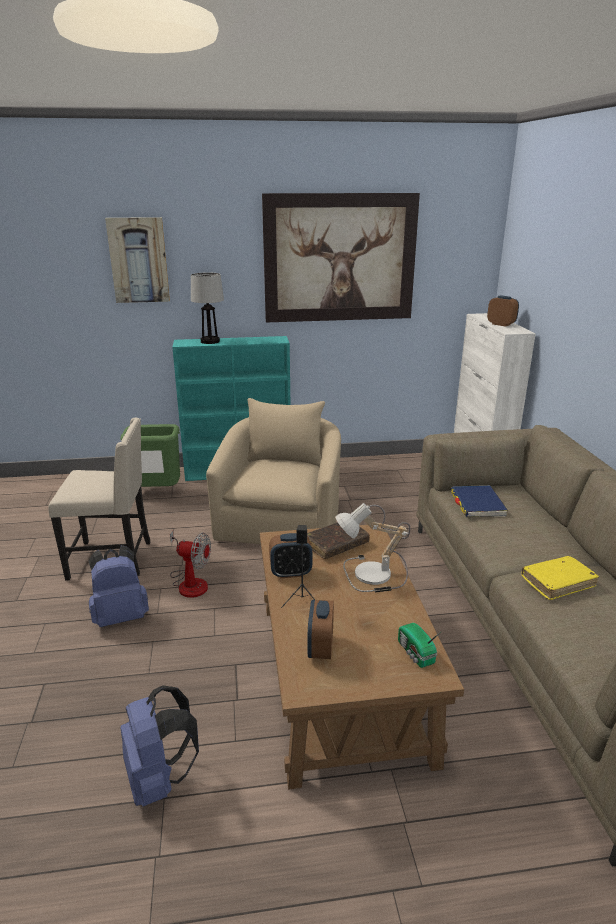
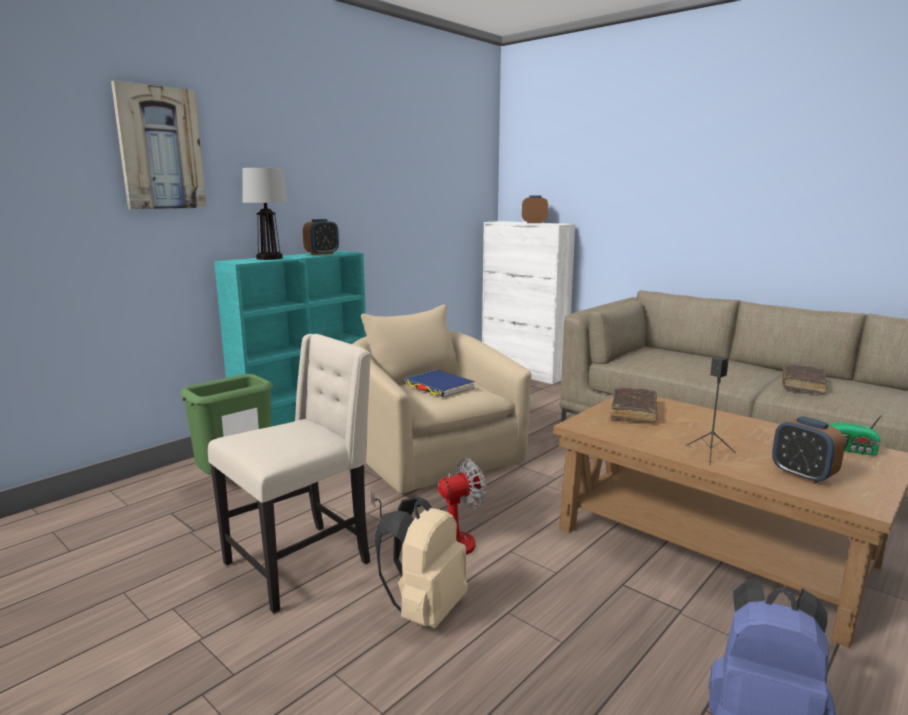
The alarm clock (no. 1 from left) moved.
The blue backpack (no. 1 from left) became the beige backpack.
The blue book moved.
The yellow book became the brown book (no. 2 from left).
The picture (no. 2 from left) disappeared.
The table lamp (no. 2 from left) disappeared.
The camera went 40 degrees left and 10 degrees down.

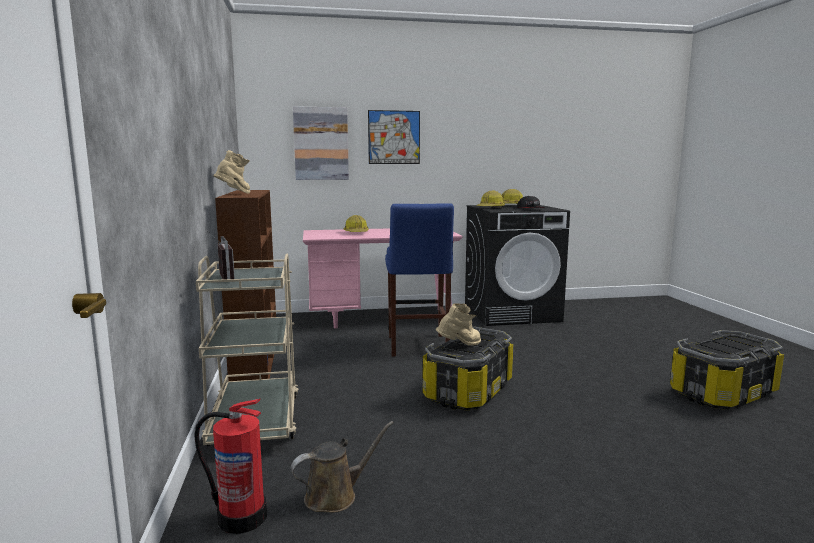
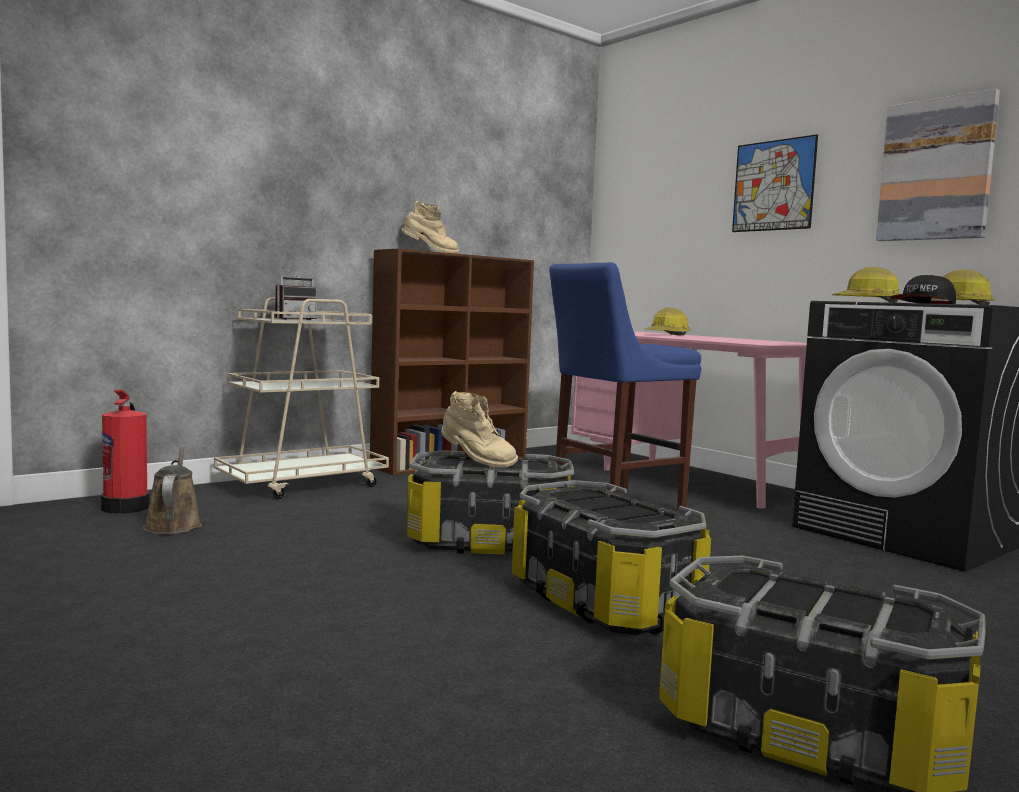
The brown watering can turned 135 degrees counterclockwise.
The storage box (no. 2 from left) appeared.
The picture (no. 1 from left in the first image) moved.
The camera went 60 degrees right and 5 degrees down.

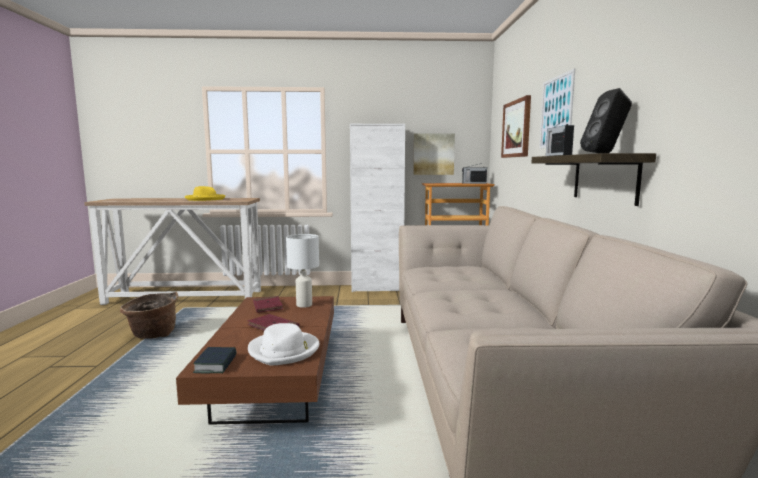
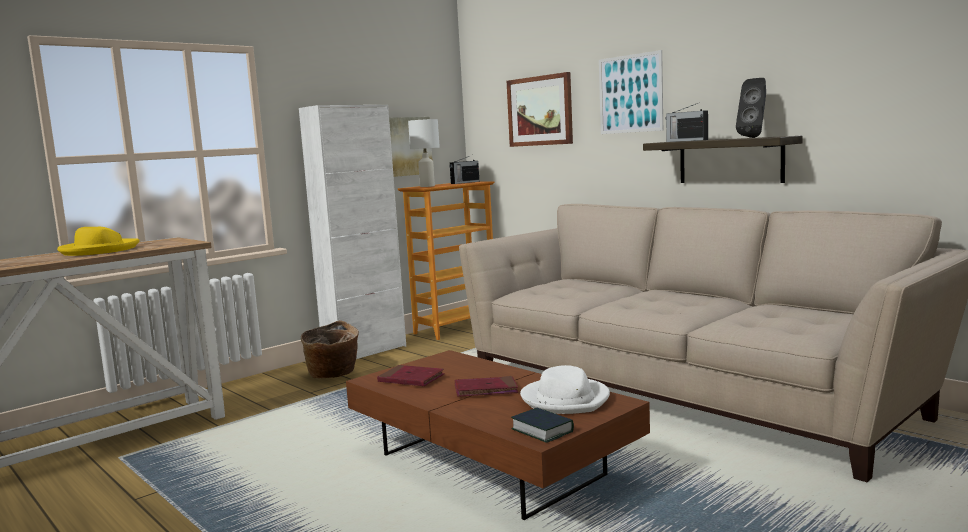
The basket moved.
The white table lamp moved.
The camera went 40 degrees left and 0 degrees up.

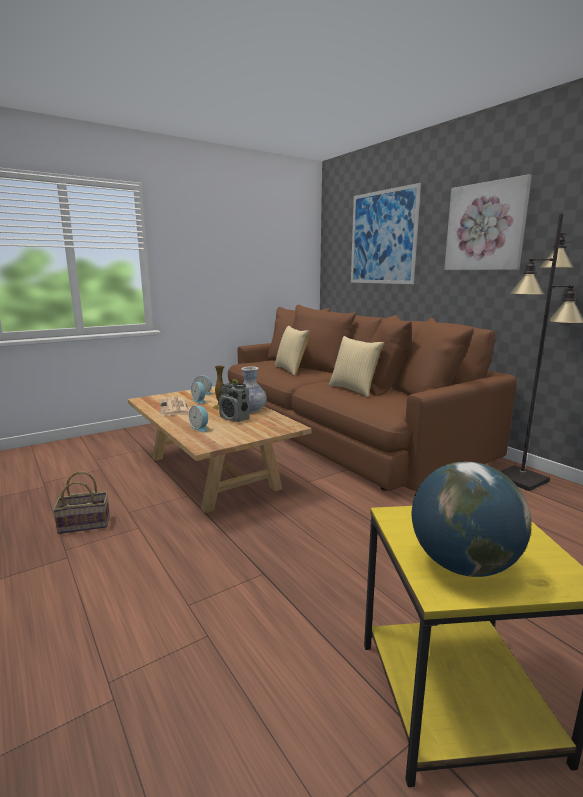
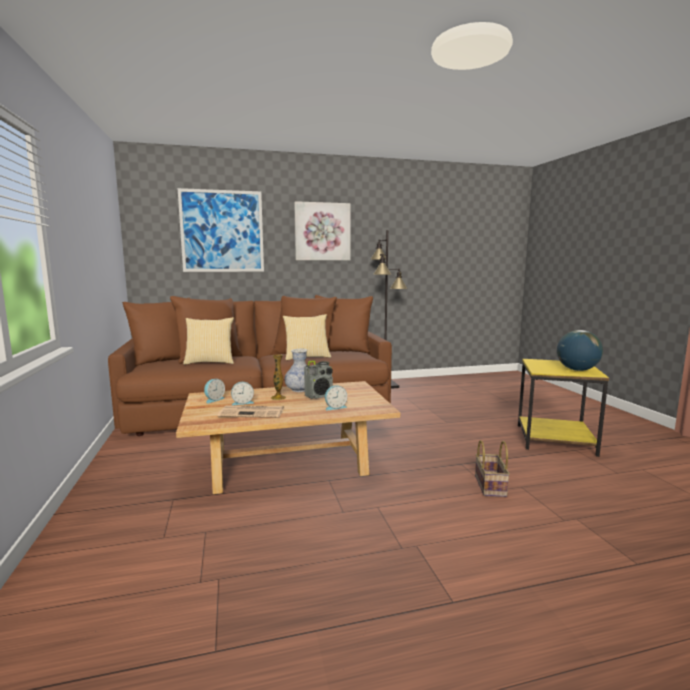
The basket moved.
The camera went 70 degrees left and 5 degrees down.

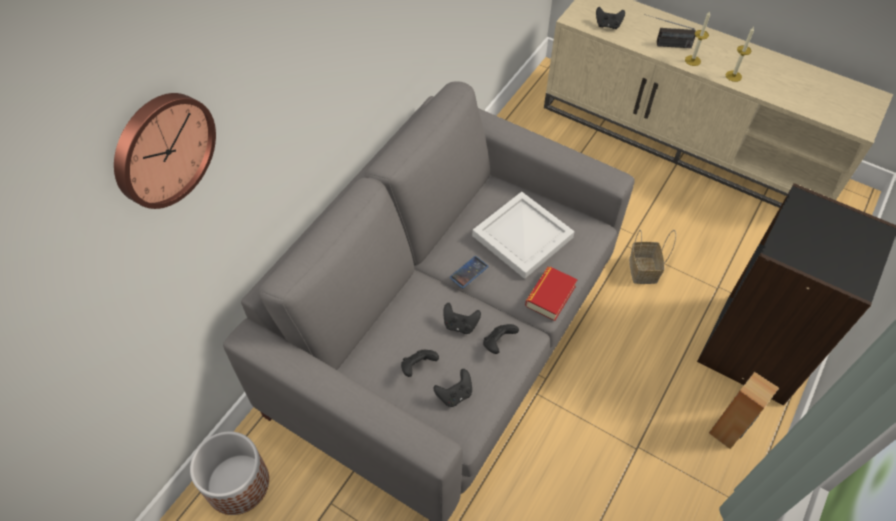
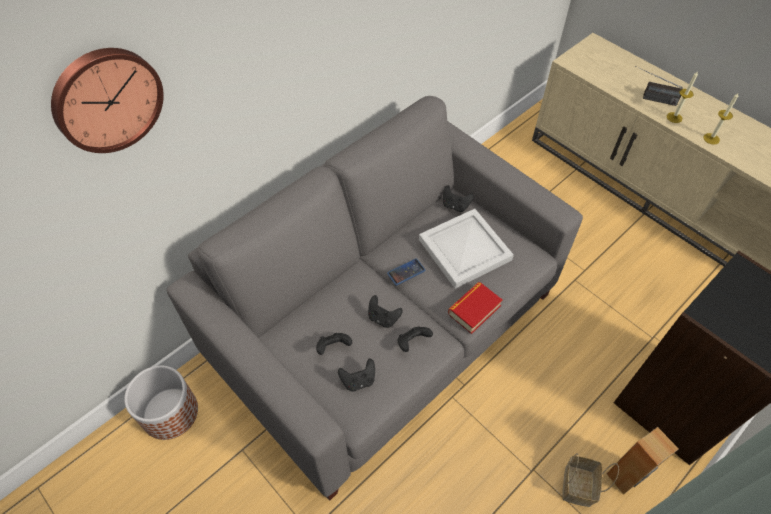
The black game controller (no. 5 from left) moved.
The basket moved.
The camera went 15 degrees right and 0 degrees up.

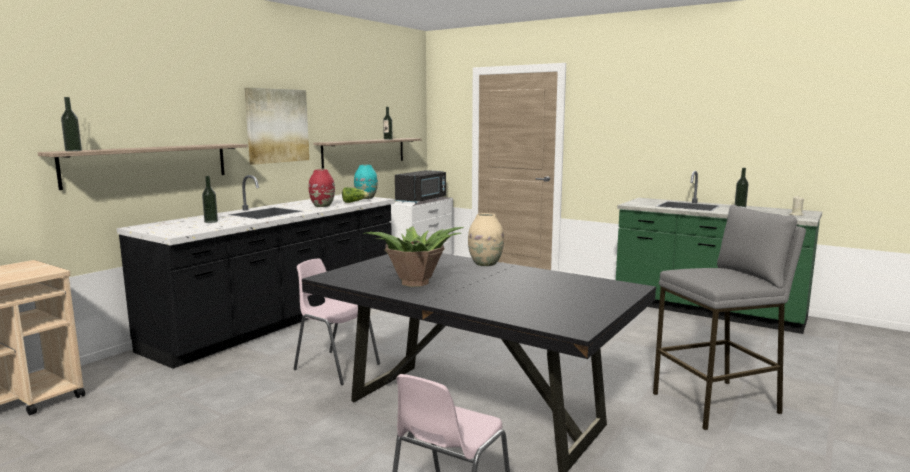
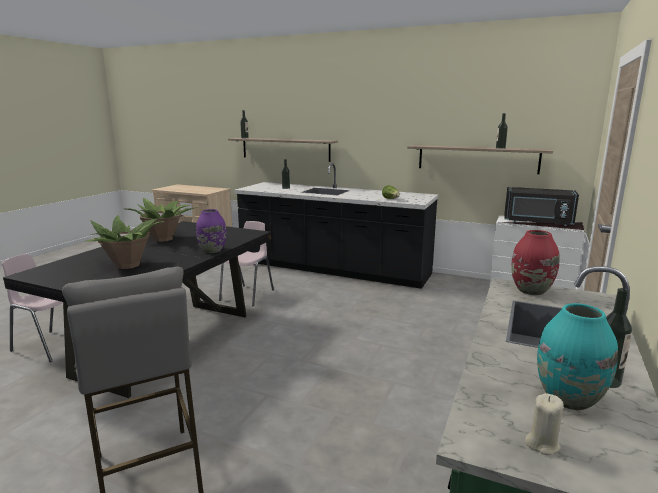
The potted plant (no. 1 from left) appeared.
The beige vase became the purple vase.
The red vase moved.
The turquoise vase moved.
The picture disappeared.
The camera went 80 degrees right and 5 degrees up.

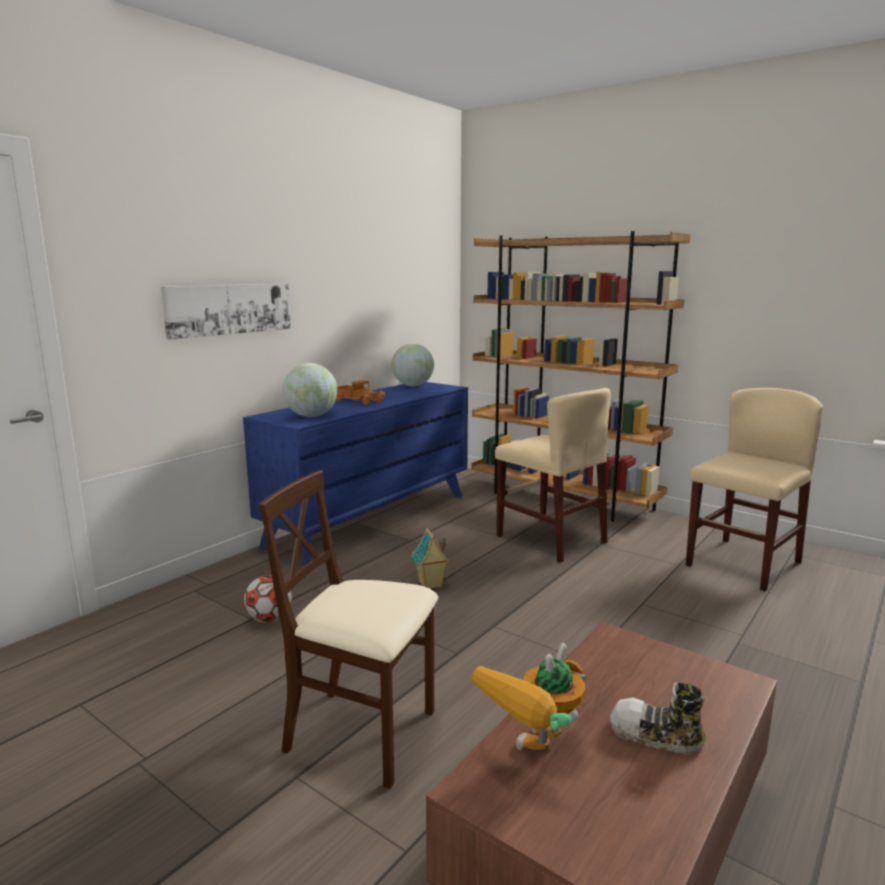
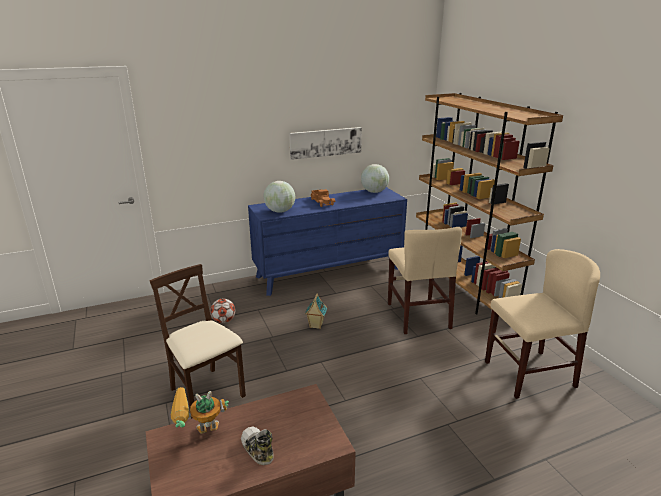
The picture moved.
The camera went 30 degrees right and 10 degrees up.

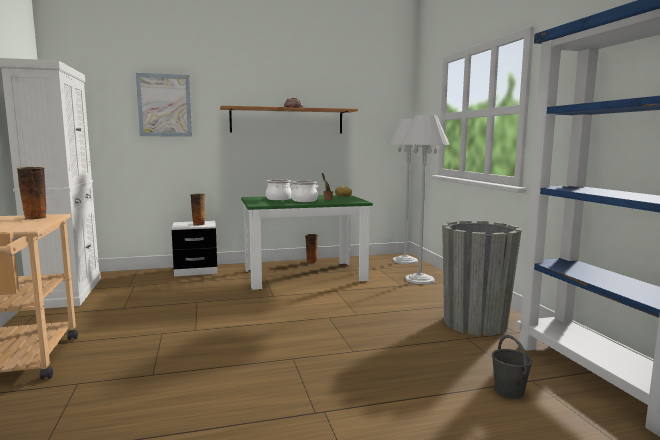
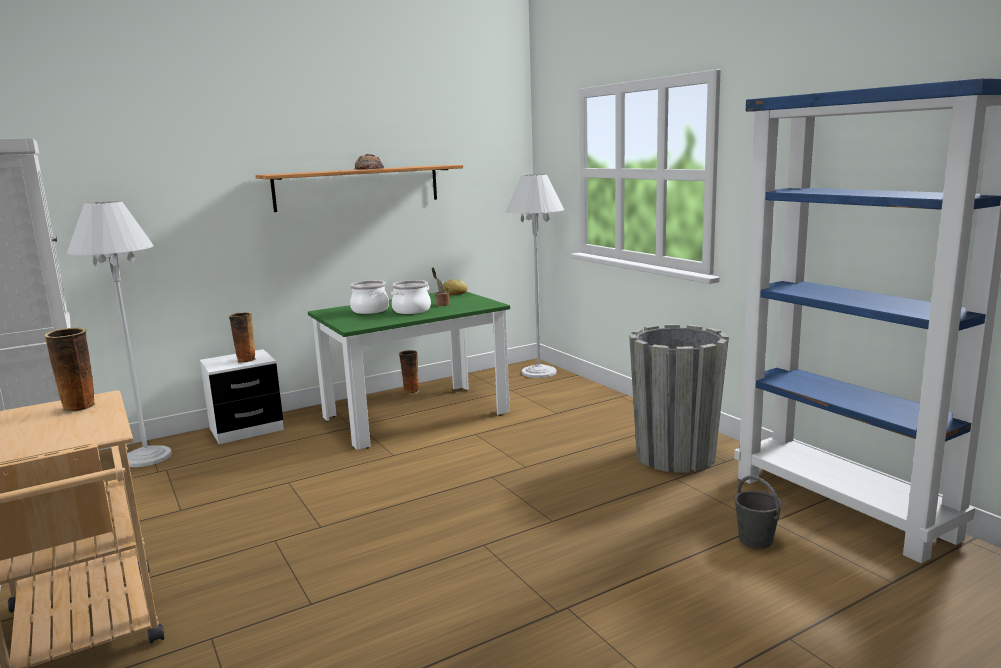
The white floor lamp (no. 2 from left in the first image) moved.
The picture disappeared.
The camera went 15 degrees left and 5 degrees up.

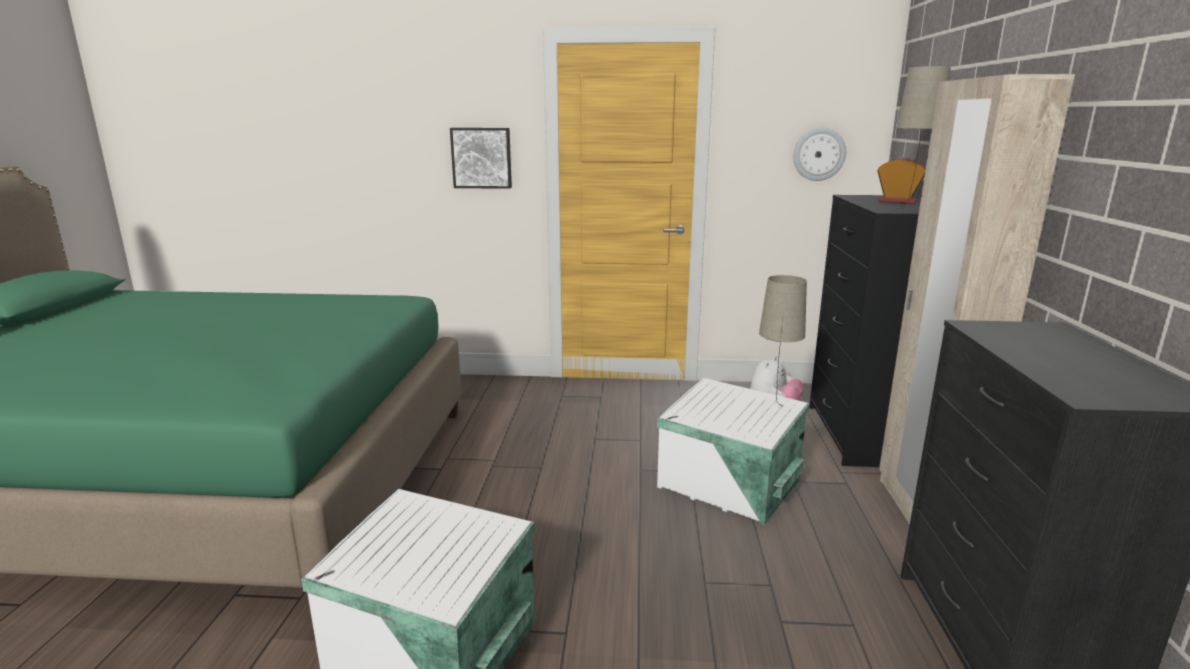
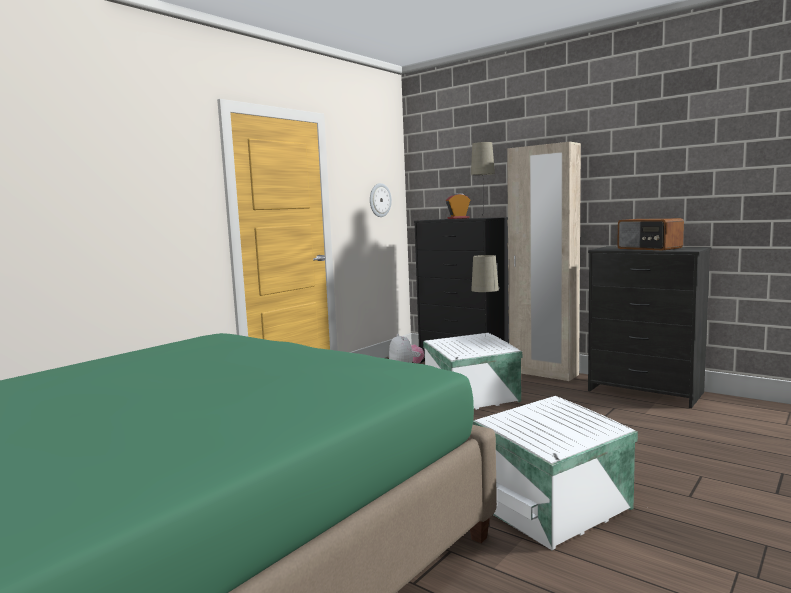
The radio appeared.
The picture disappeared.
The camera went 55 degrees left and 10 degrees down.

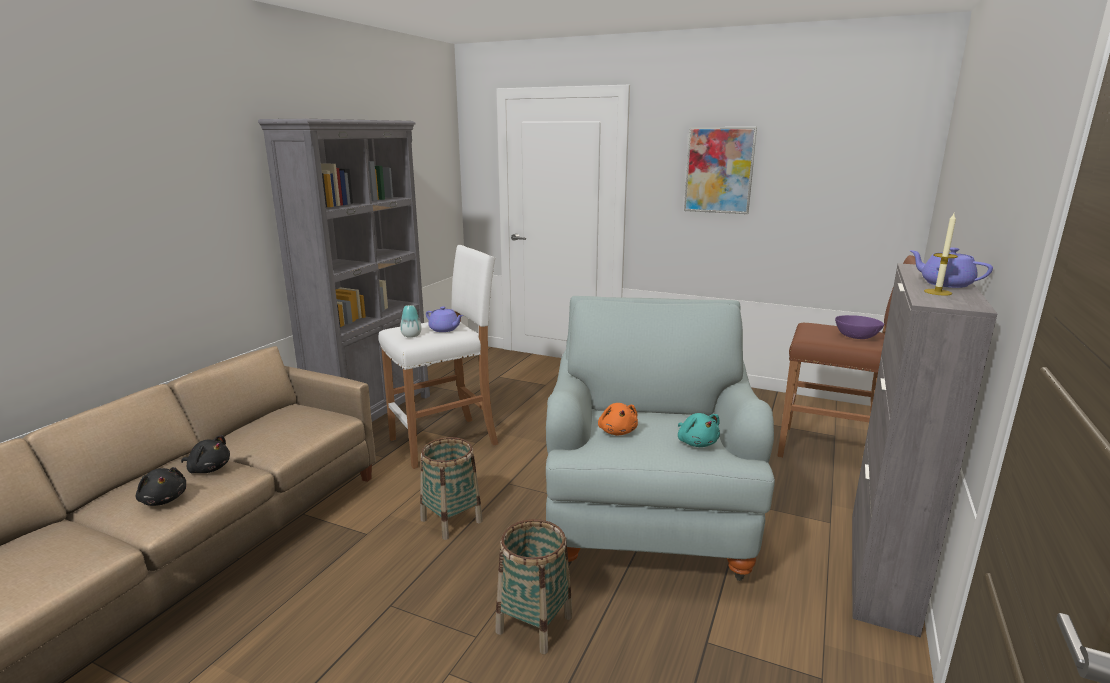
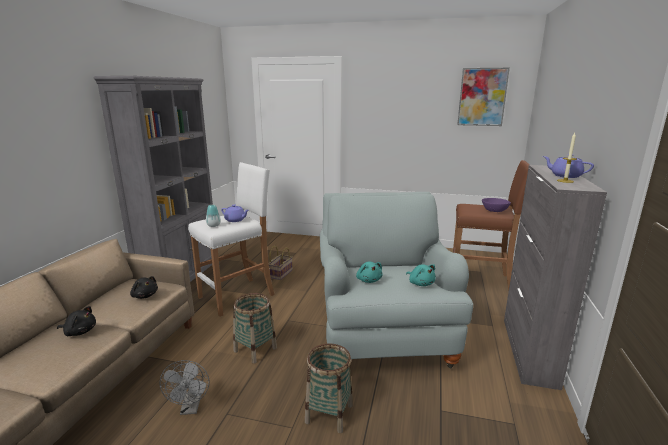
The black plush toy (no. 1 from left in the first image) moved.
The grey fan appeared.
The basket (no. 2 from left) appeared.
The orange plush toy became the turquoise plush toy (no. 1 from left).
The picture moved.
The camera went 10 degrees left and 0 degrees up.

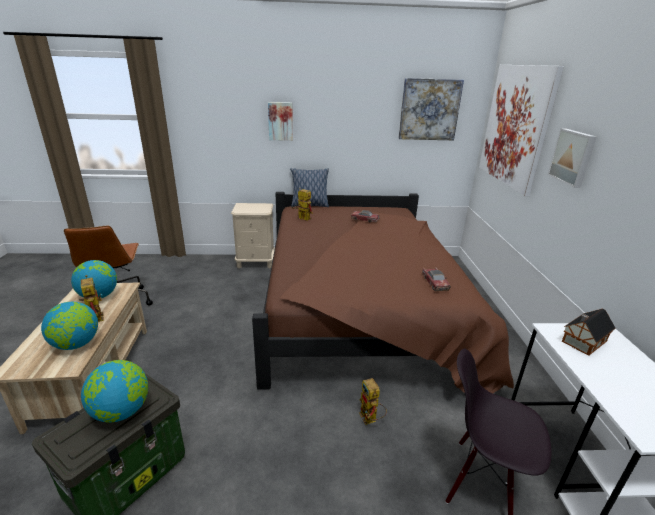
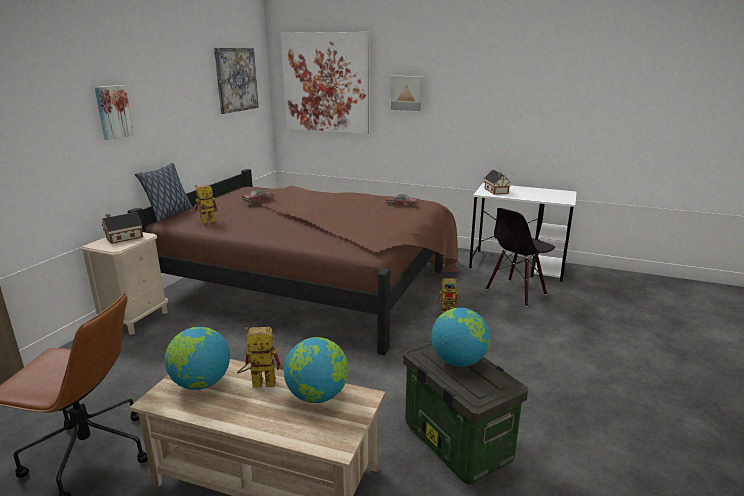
The toy house (no. 1 from left) appeared.
The camera went 65 degrees left and 5 degrees down.

